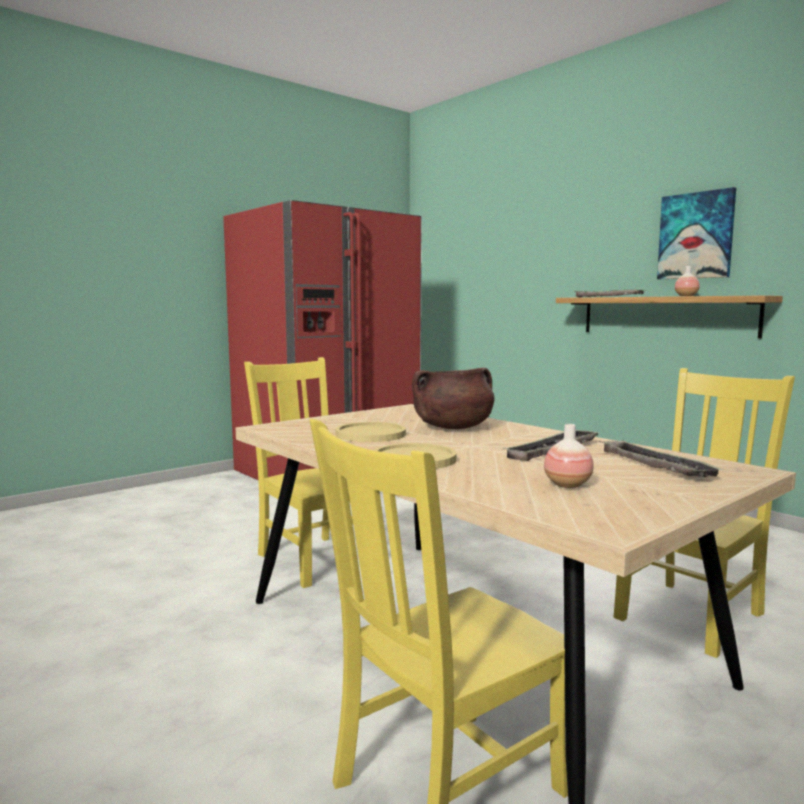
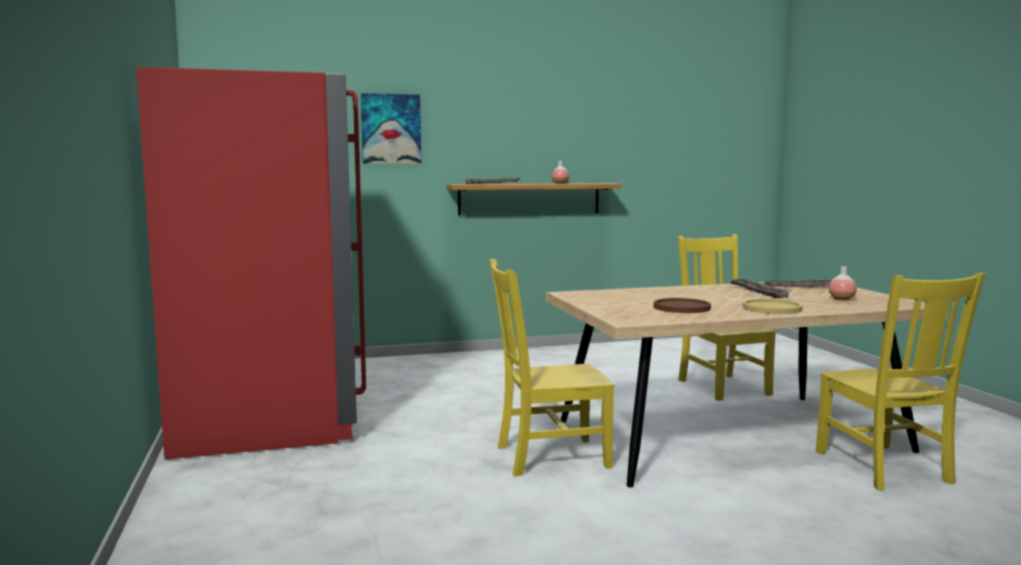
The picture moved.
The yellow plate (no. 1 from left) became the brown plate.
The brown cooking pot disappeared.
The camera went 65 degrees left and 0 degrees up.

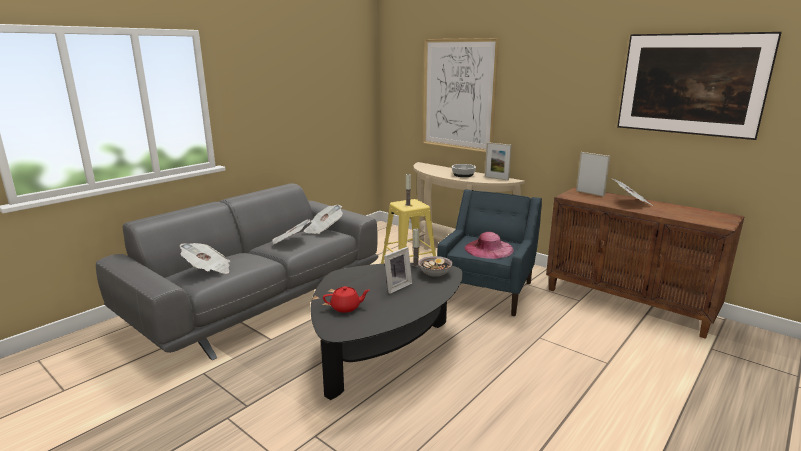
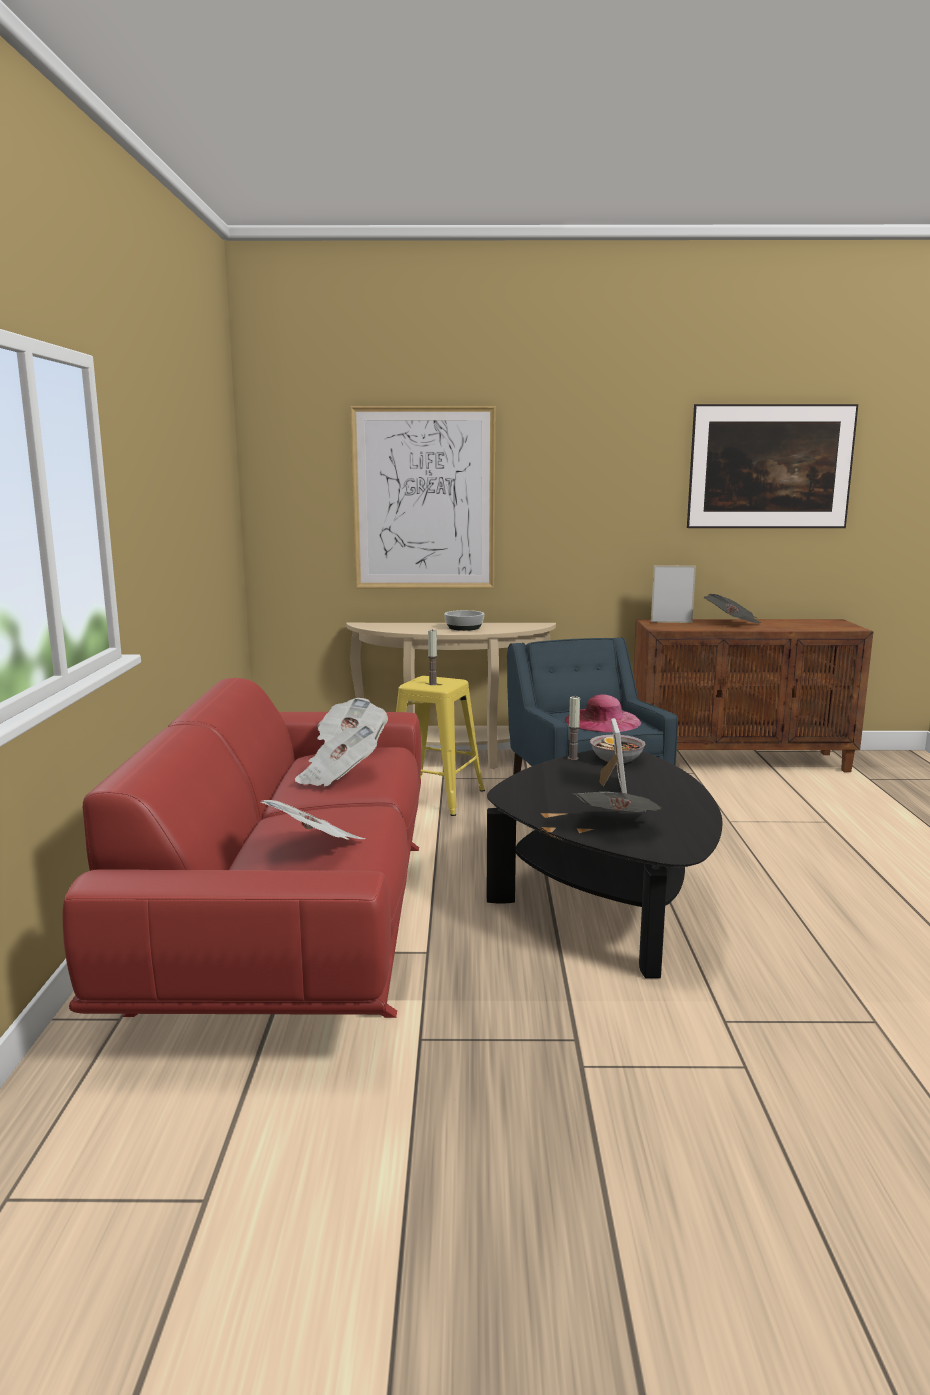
The grey sofa became the red sofa.
The red teapot was replaced by the newspaper (no. 4 from left).
The picture frame (no. 2 from left) disappeared.
The camera went 40 degrees left and 5 degrees down.

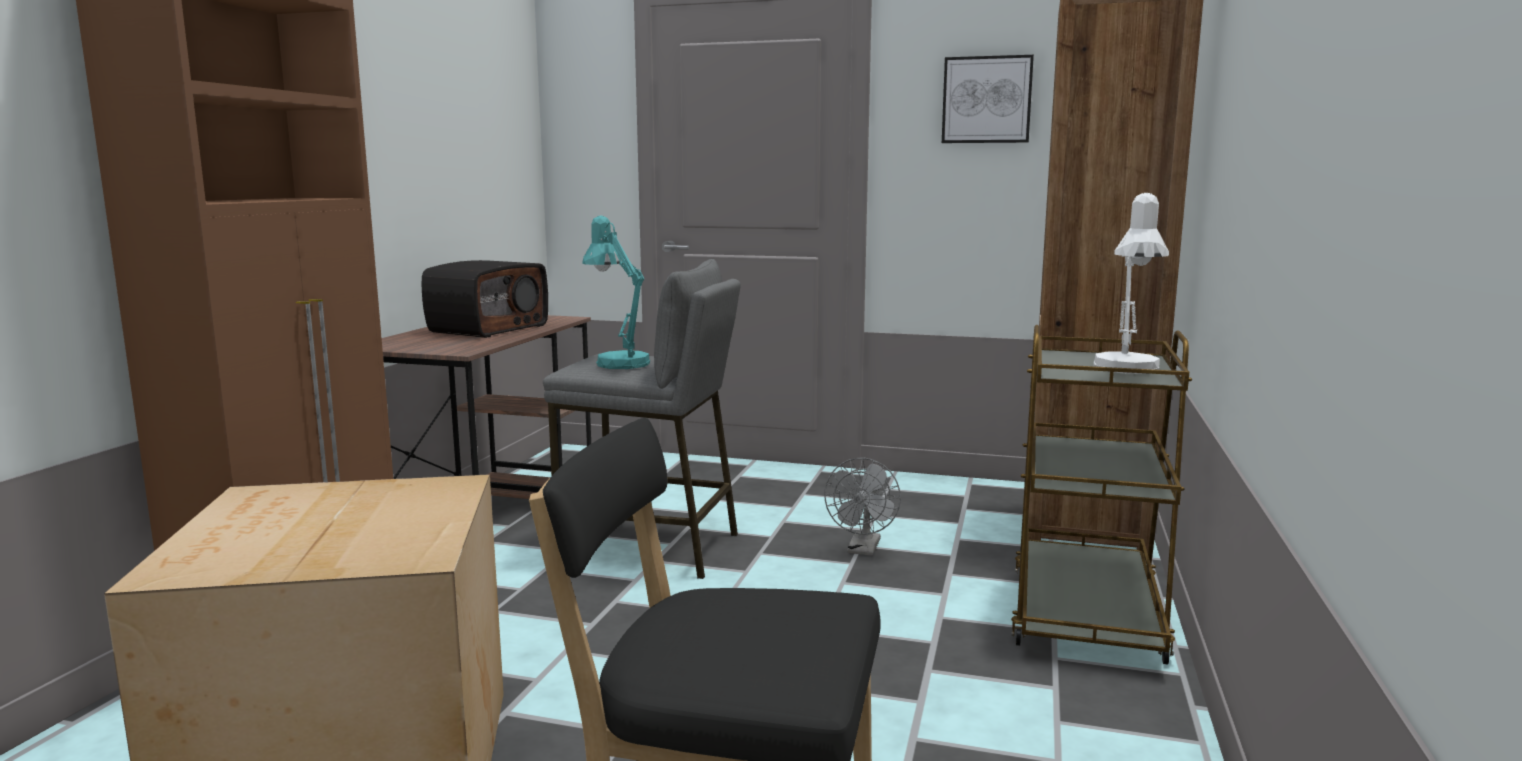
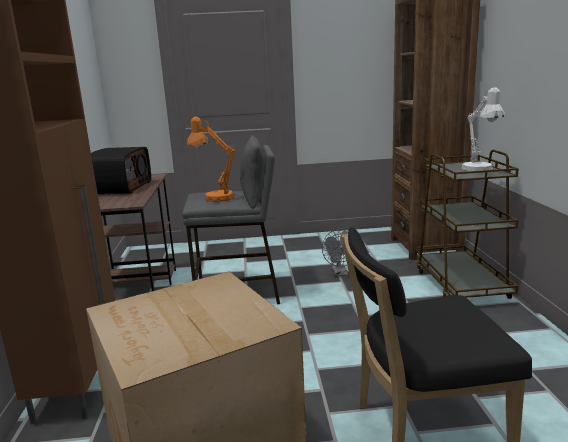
The turquoise table lamp became the orange table lamp.
The picture disappeared.
The camera went 20 degrees left and 5 degrees up.

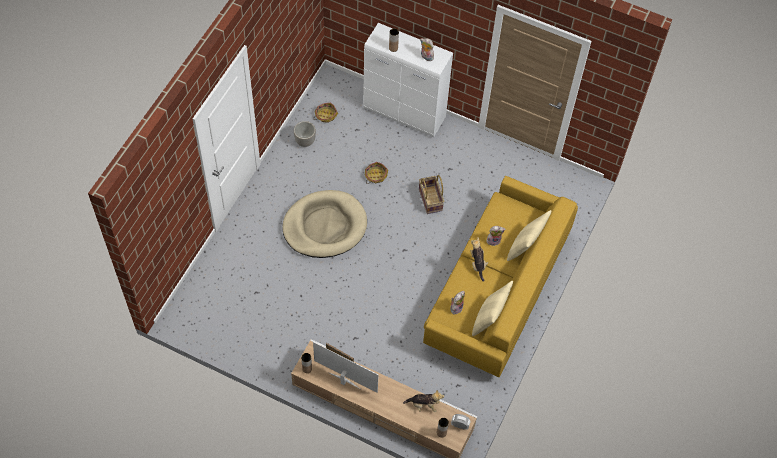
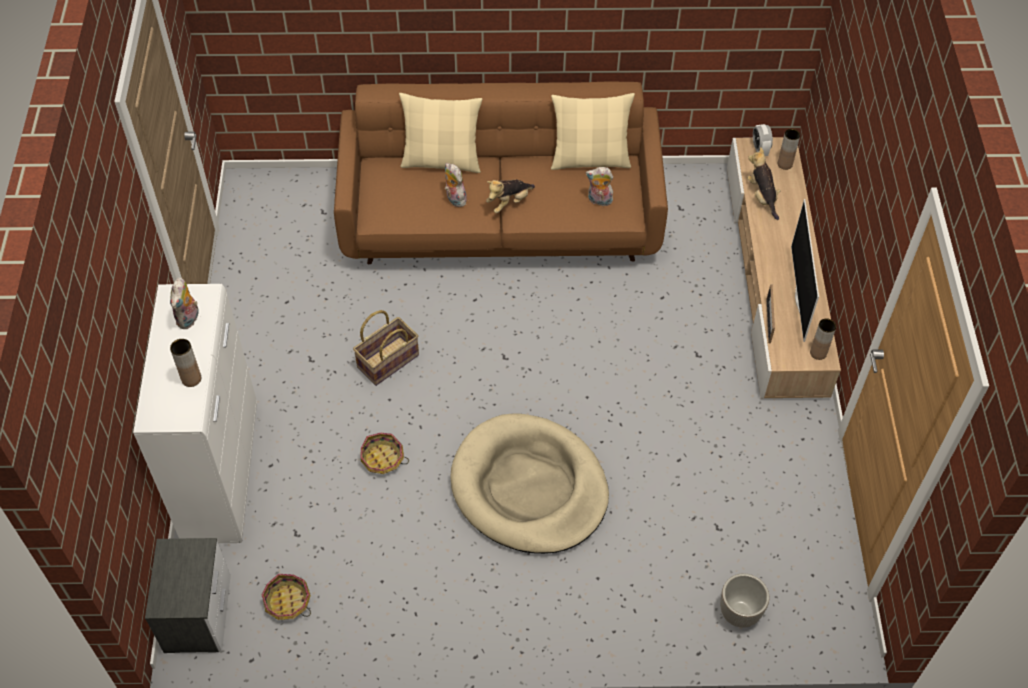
The nightstand appeared.
The yellow sofa became the brown sofa.
The planter moved.
The camera went 115 degrees left and 5 degrees down.

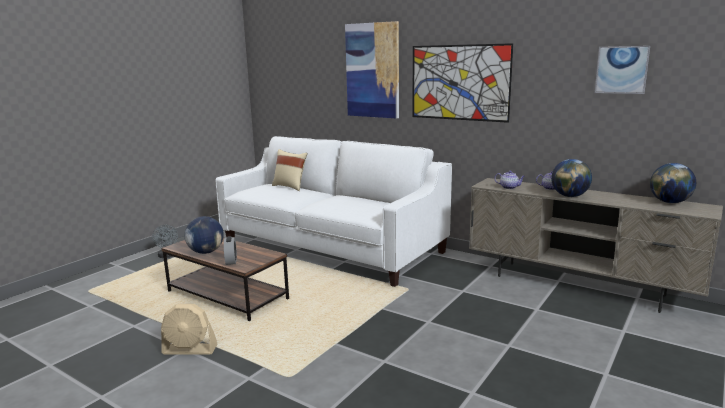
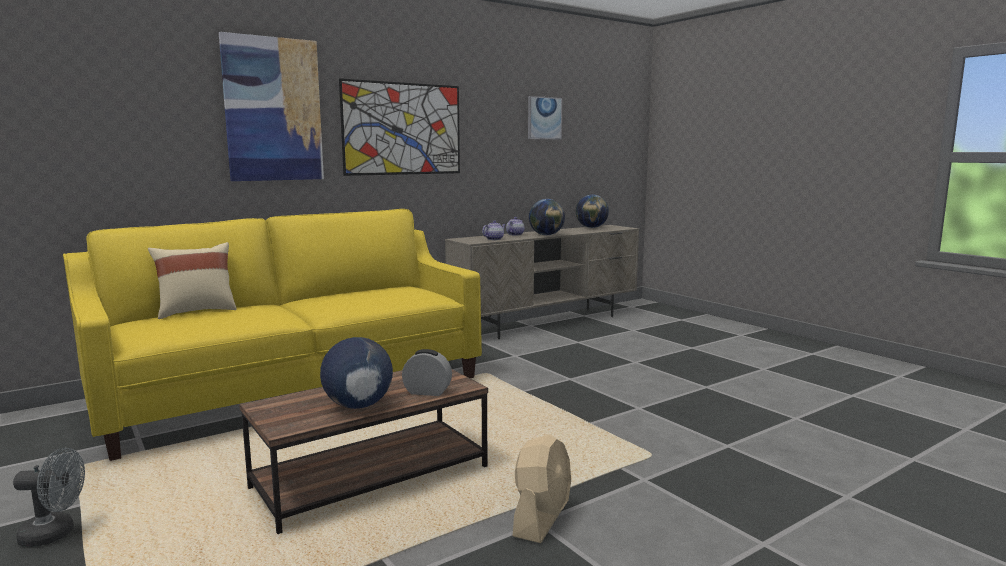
The white sofa became the yellow sofa.
The camera went 70 degrees left and 5 degrees down.

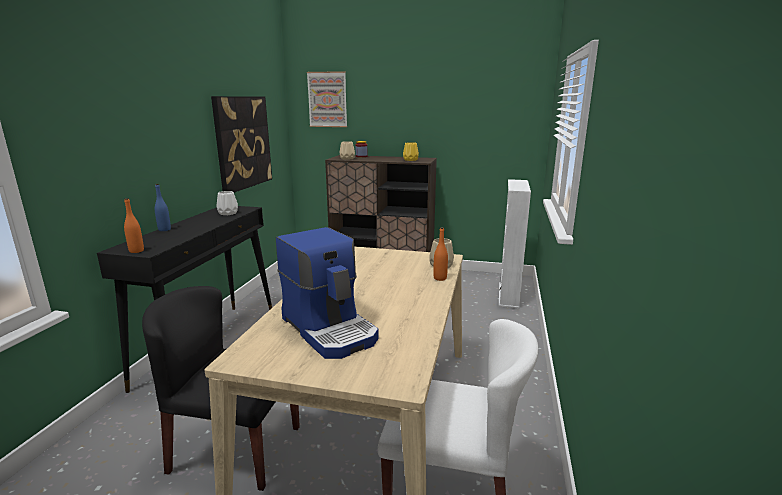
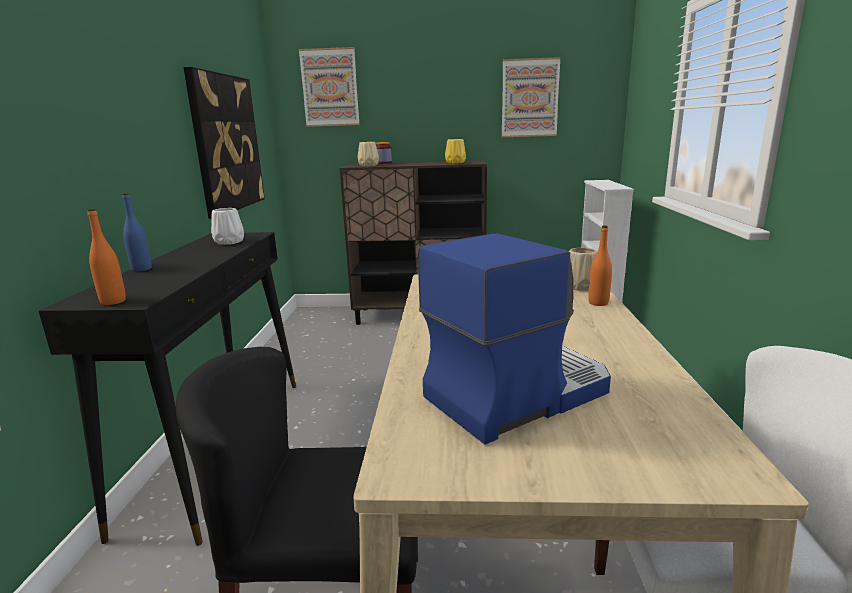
The coffee machine turned 75 degrees counterclockwise.
The picture (no. 3 from left) appeared.
The camera went 10 degrees left and 0 degrees up.

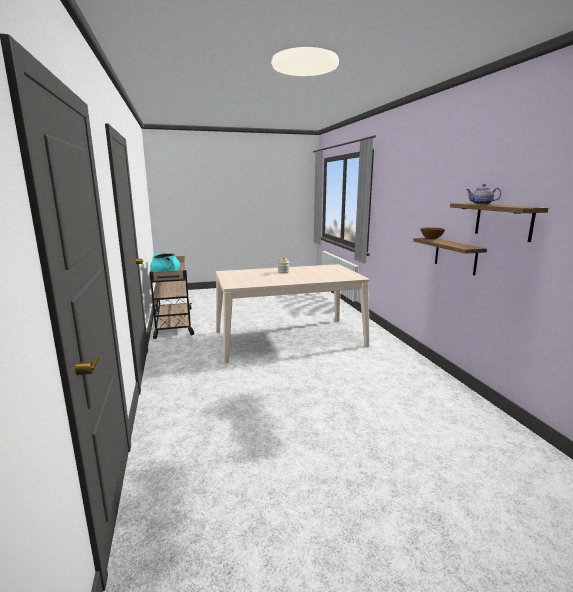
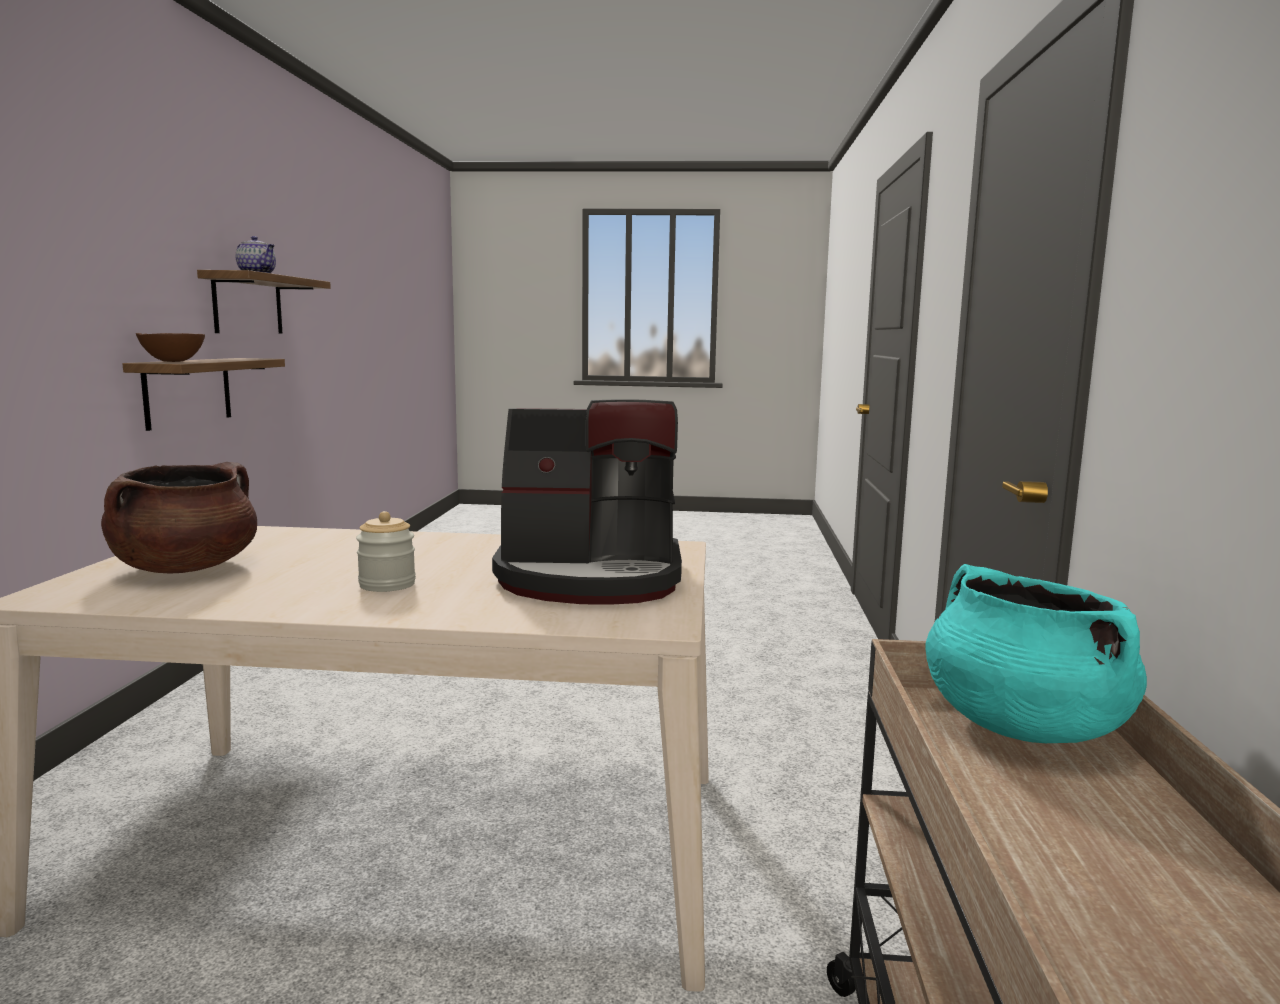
The brown cooking pot appeared.
The coffee machine appeared.
The camera went 160 degrees left and 5 degrees down.

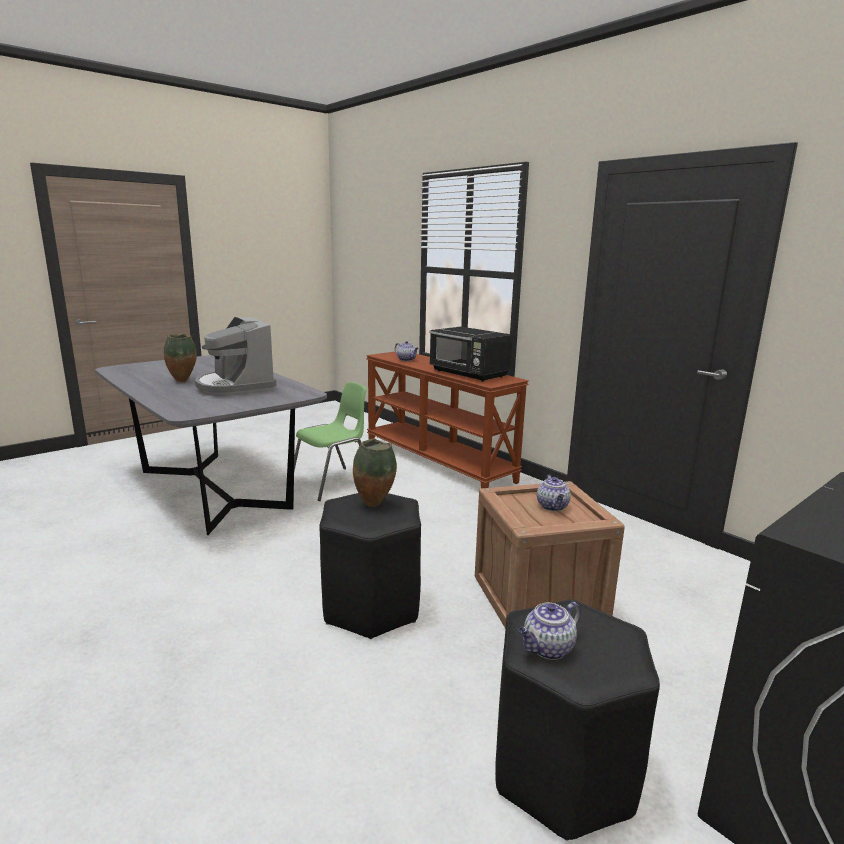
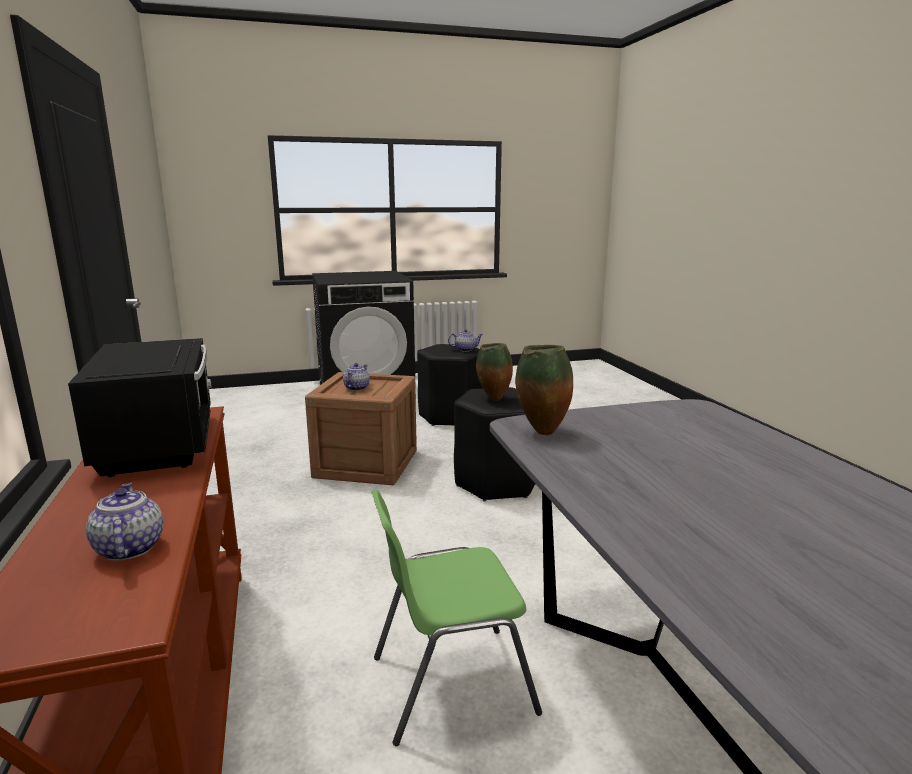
The vase (no. 1 from left in the first image) moved.
The coffee machine disappeared.
The camera went 155 degrees left and 0 degrees up.

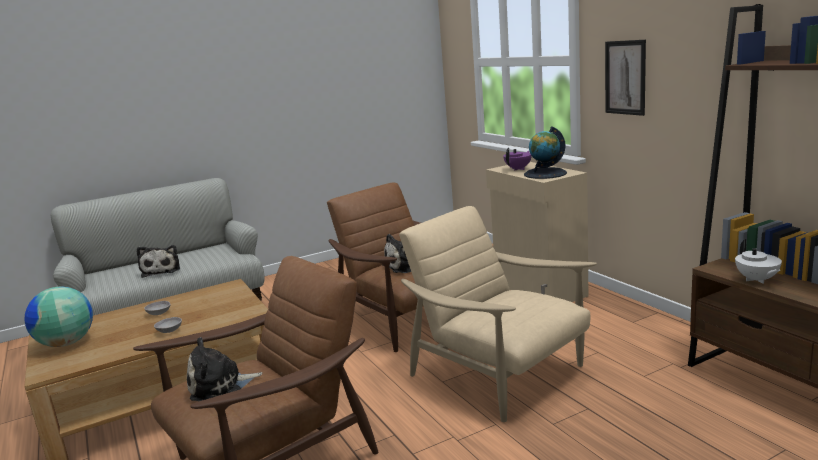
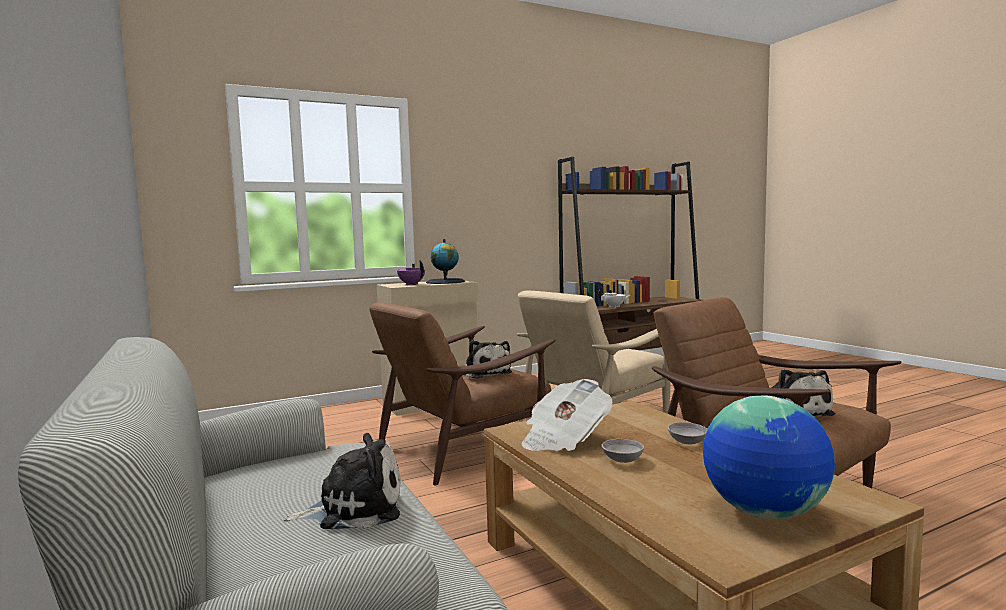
The newspaper appeared.
The picture disappeared.
The camera went 90 degrees left and 10 degrees down.

